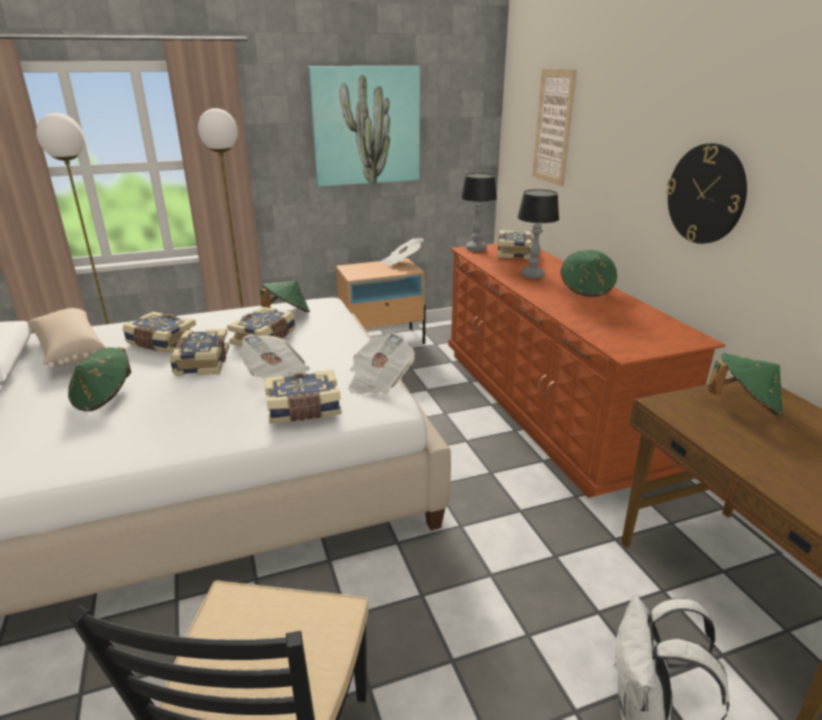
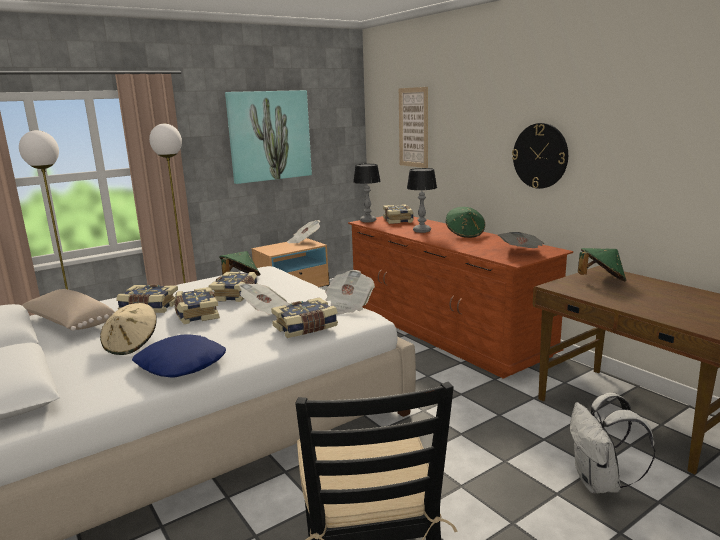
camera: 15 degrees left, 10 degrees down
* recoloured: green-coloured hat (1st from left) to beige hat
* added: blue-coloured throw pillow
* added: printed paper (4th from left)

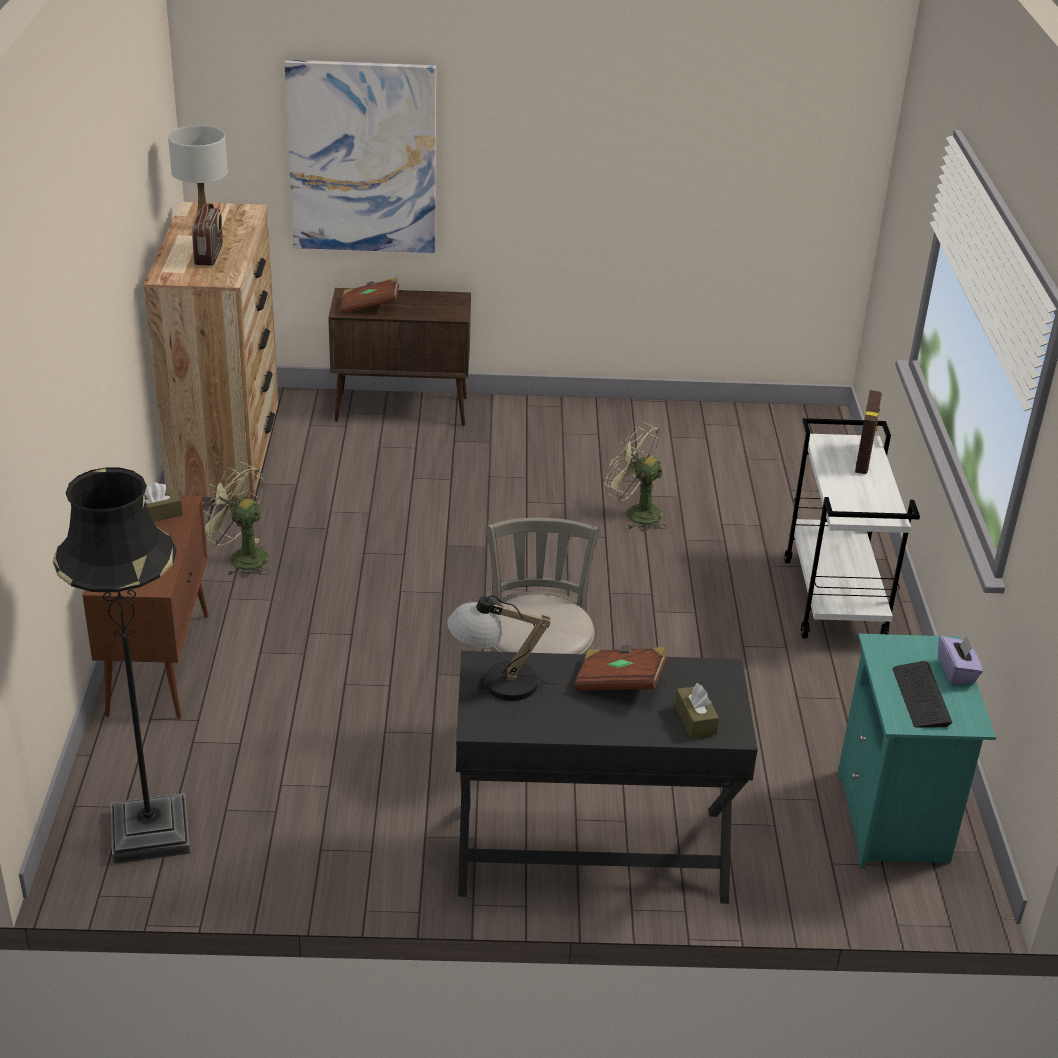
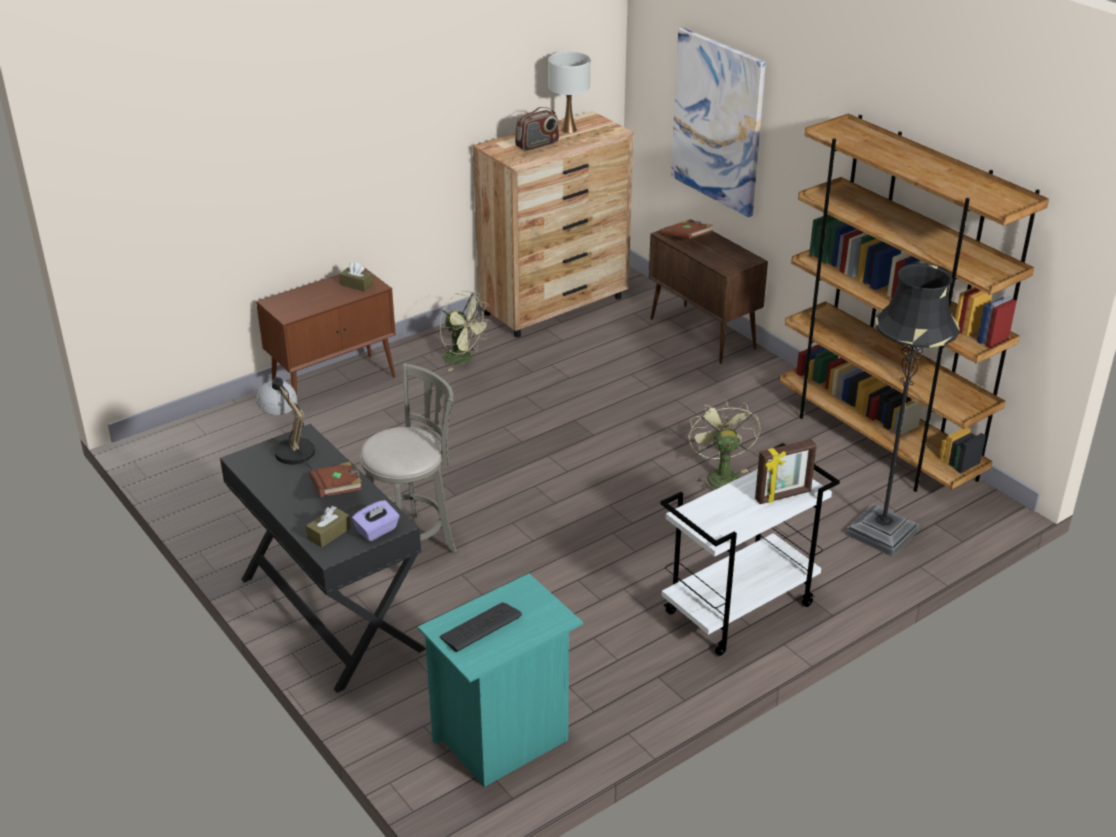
camera: 55 degrees right, 0 degrees up
* moved: purplish box of tissues
* turned: green-coloured cooling fan (1st from left) 135 degrees clockwise
* added: brownish bookcase
* moved: black floor lamp

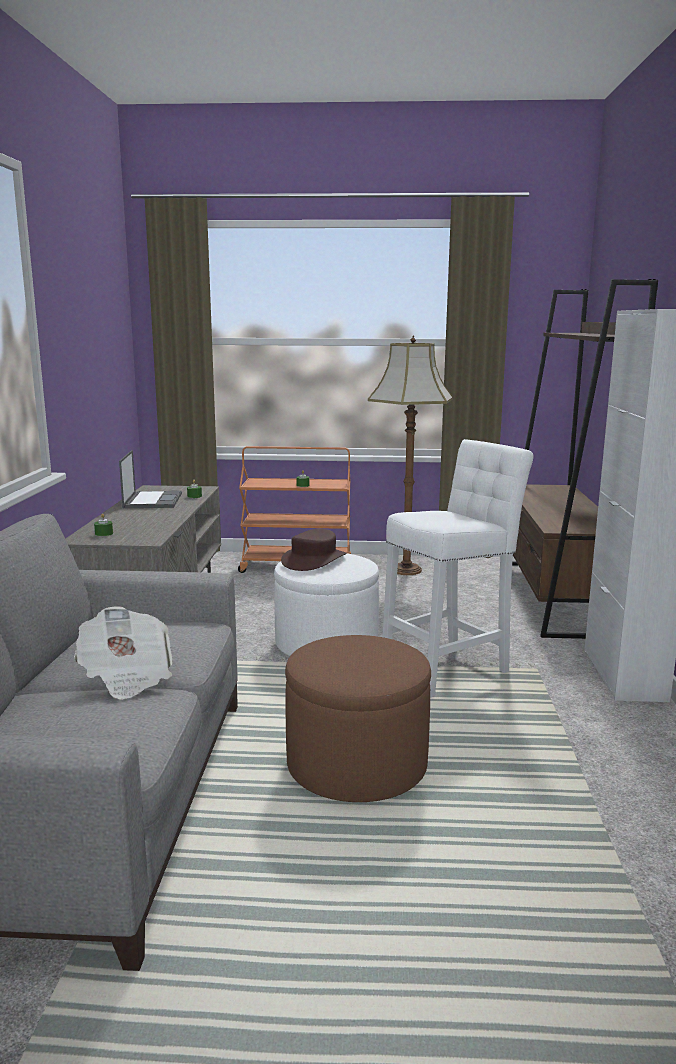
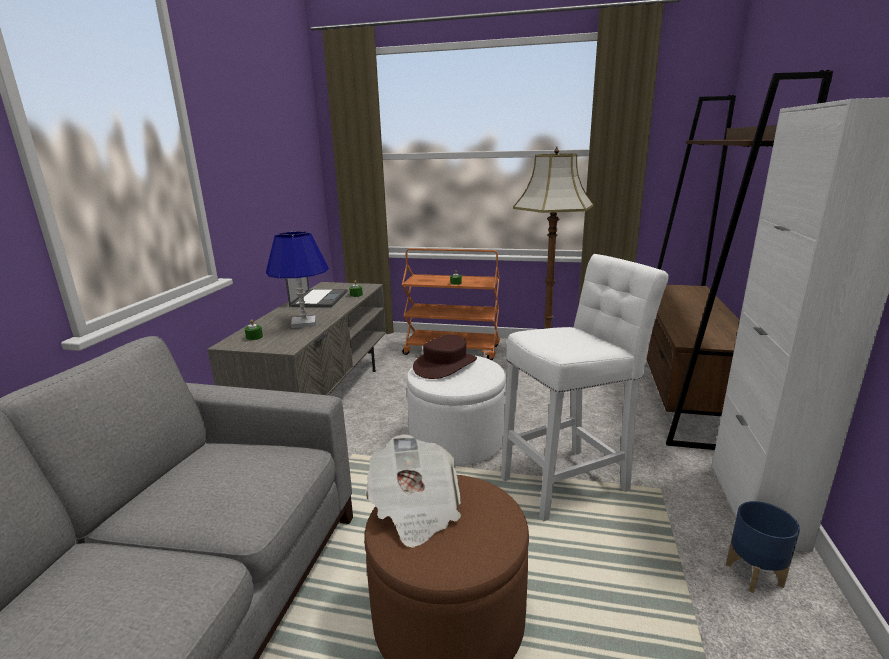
camera: 10 degrees right, 5 degrees up
* added: blue-coloured table lamp
* moved: printed paper
* added: blue-coloured plant pot

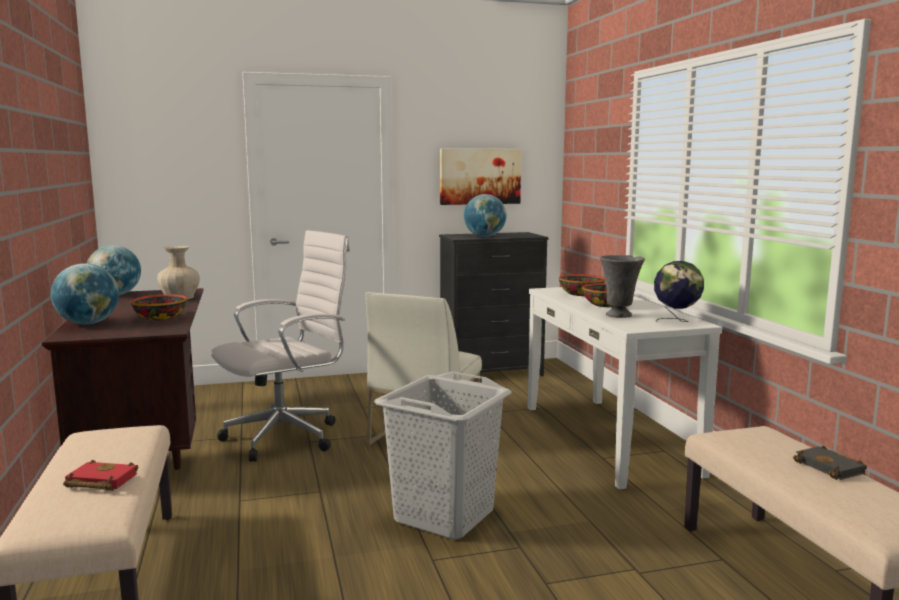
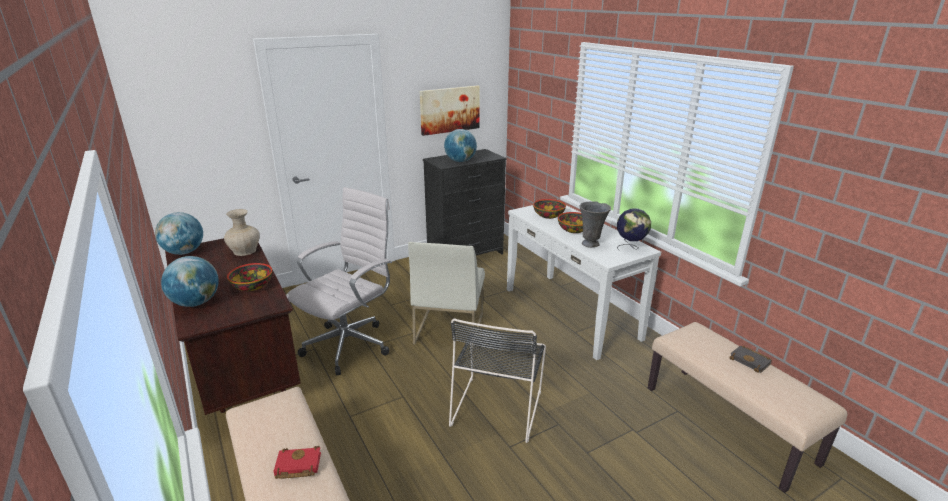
camera: 15 degrees left, 15 degrees up
* replaced: greyish laundry basket to black upright chair

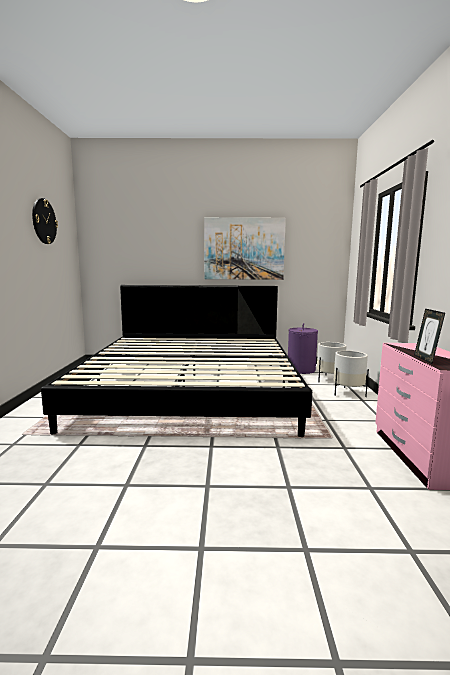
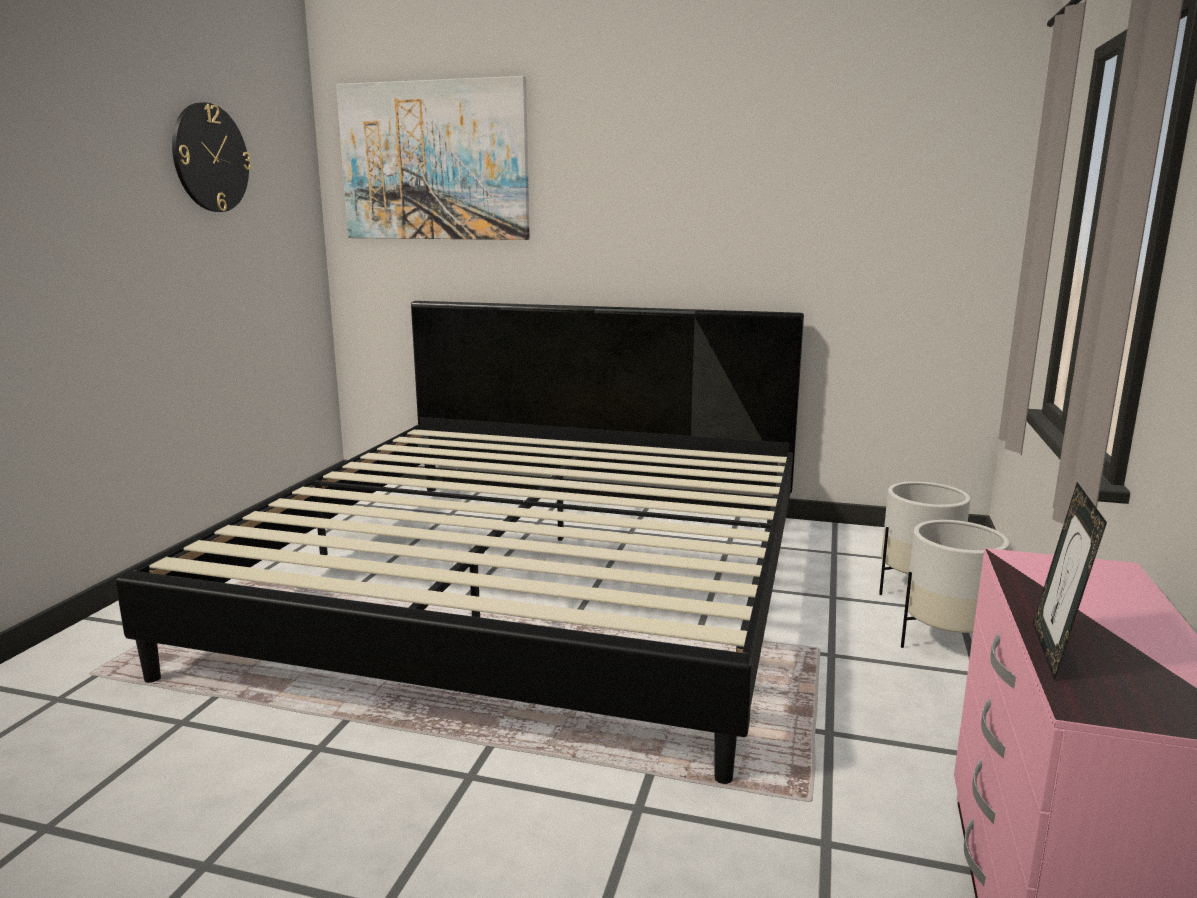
camera: 15 degrees right, 5 degrees up
* moved: wall picture
* removed: purplish laundry basket

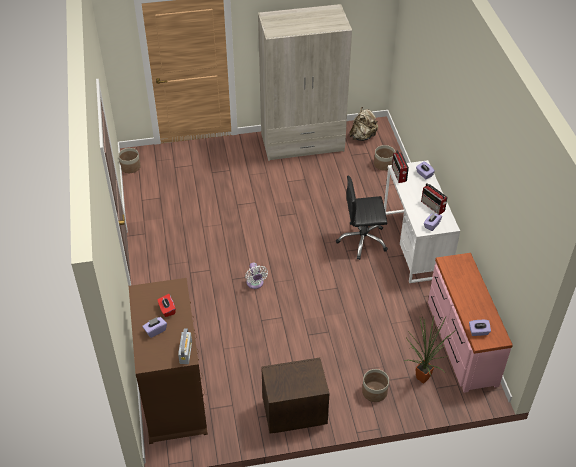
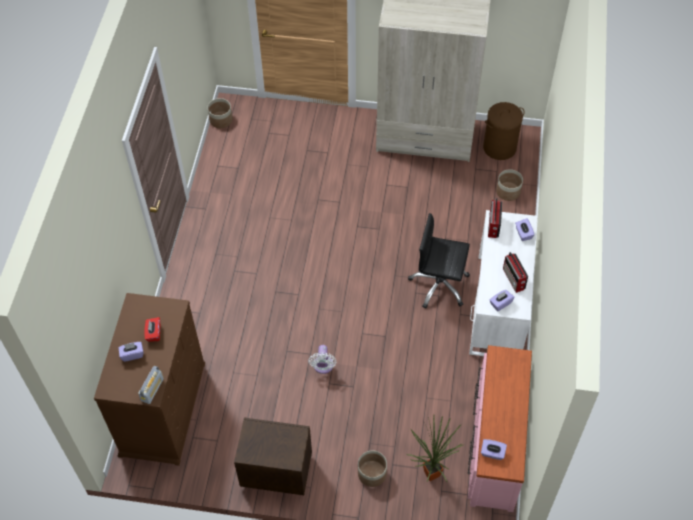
camera: 20 degrees right, 10 degrees up
* moved: white-coloured cooling fan
* replaced: beige rucksack to brownish laundry basket

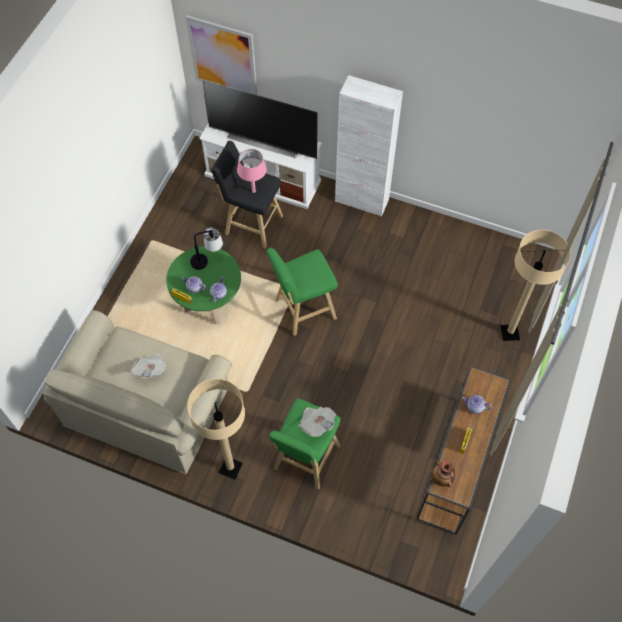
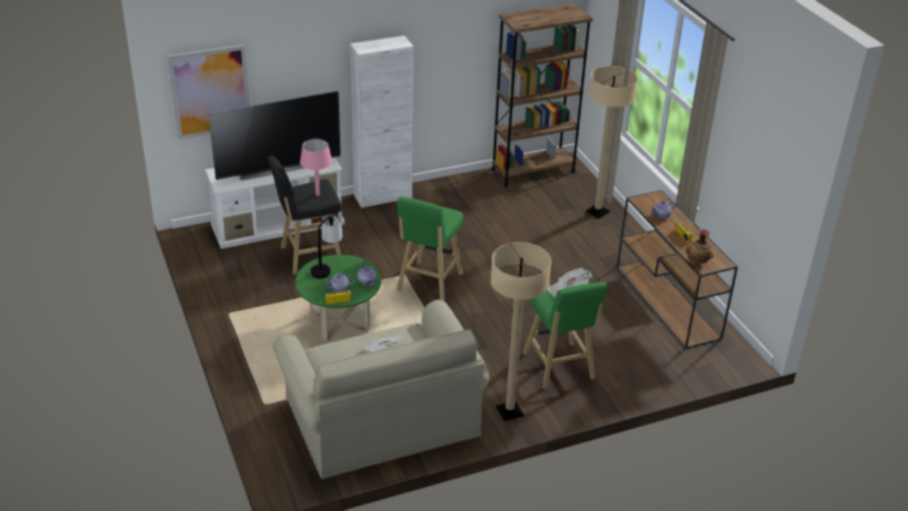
camera: 45 degrees left, 25 degrees down
* added: brownish bookcase

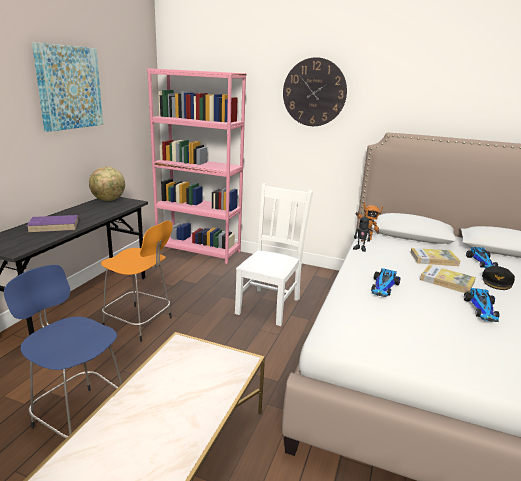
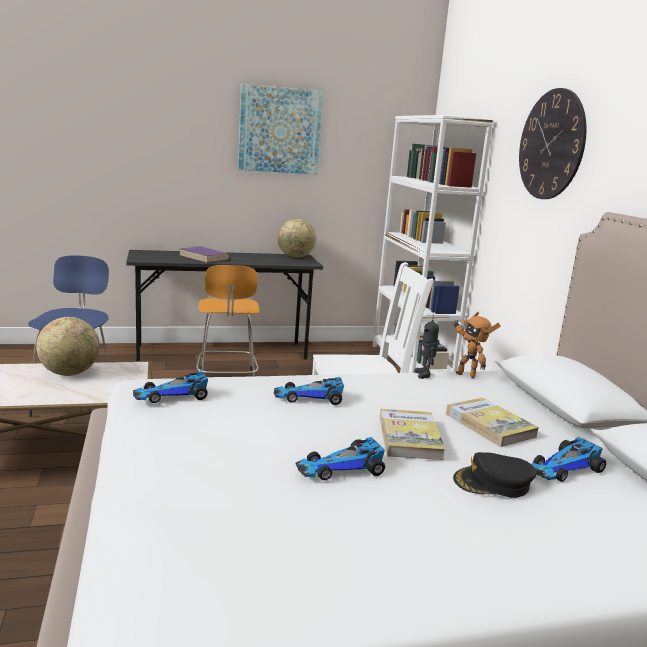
camera: 55 degrees right, 5 degrees down
* added: globe (1st from left)
* added: model car (1st from left)
* recoloured: pink bookcase to white-coloured bookcase

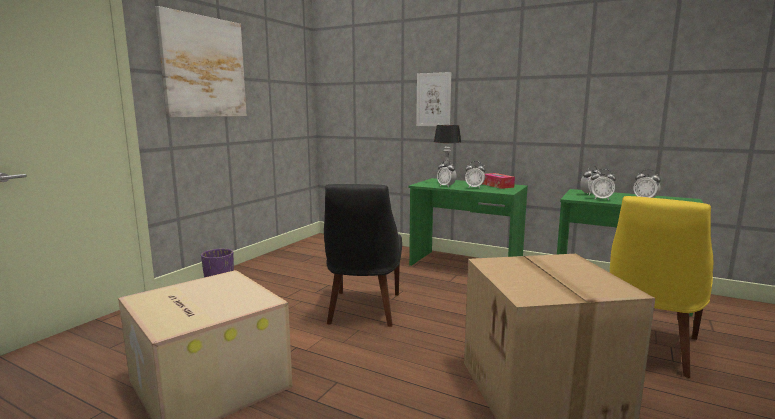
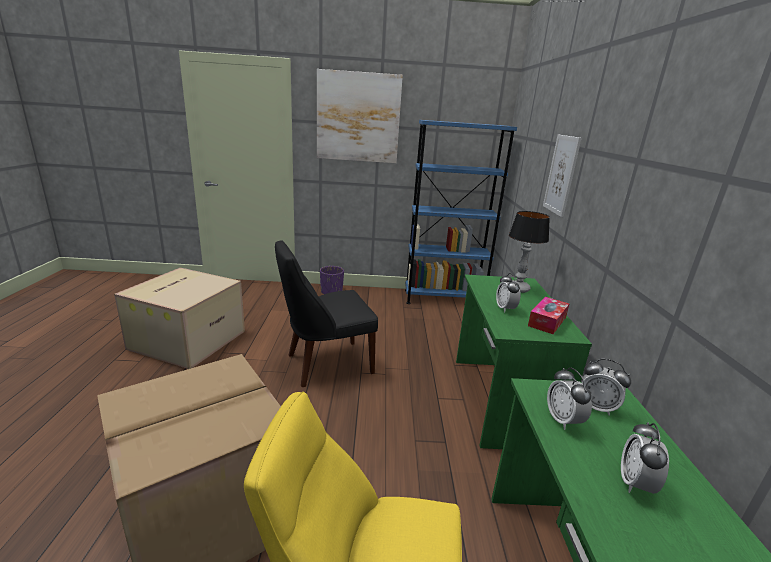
camera: 60 degrees right, 10 degrees up
* added: blue-coloured bookcase
* removed: bedside clock (1st from left)

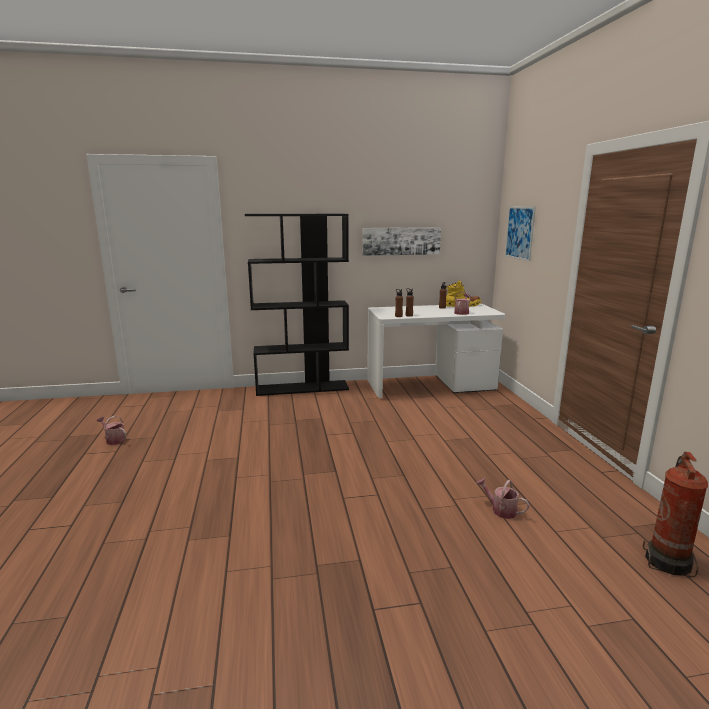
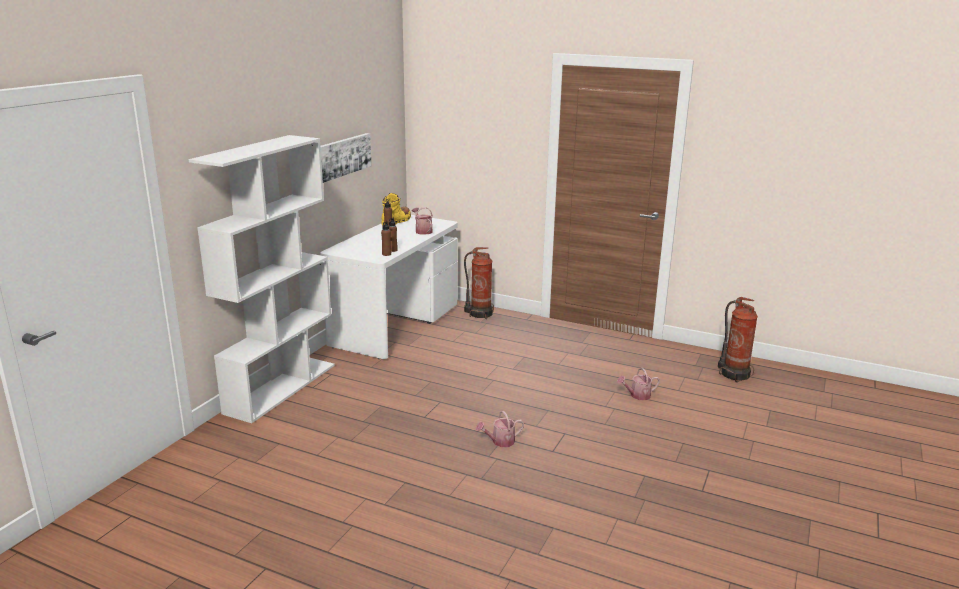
camera: 55 degrees left, 5 degrees up
* recoloured: black bookcase to white-coloured bookcase
* added: extinguisher (1st from left)
* moved: watering pot (1st from left in the first image) to watering pot (2nd from left)
* removed: wall picture (2nd from left)

